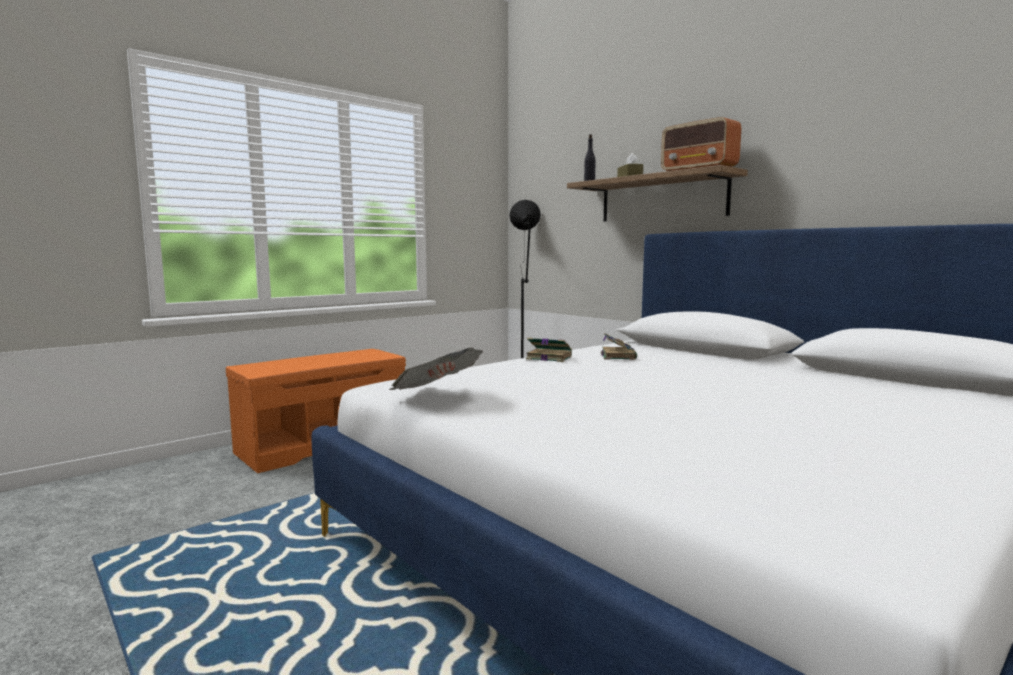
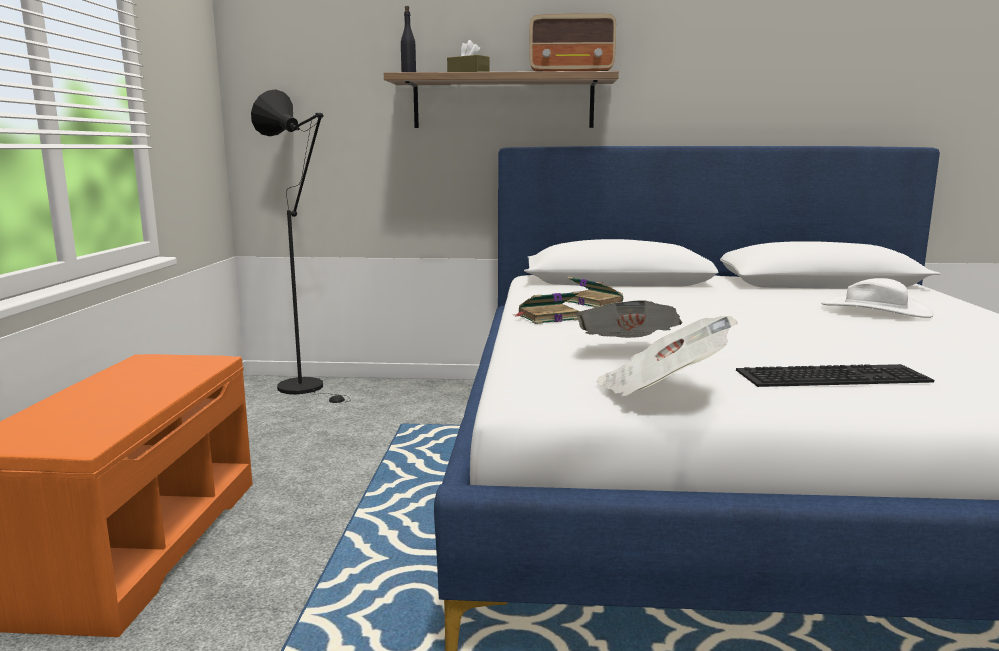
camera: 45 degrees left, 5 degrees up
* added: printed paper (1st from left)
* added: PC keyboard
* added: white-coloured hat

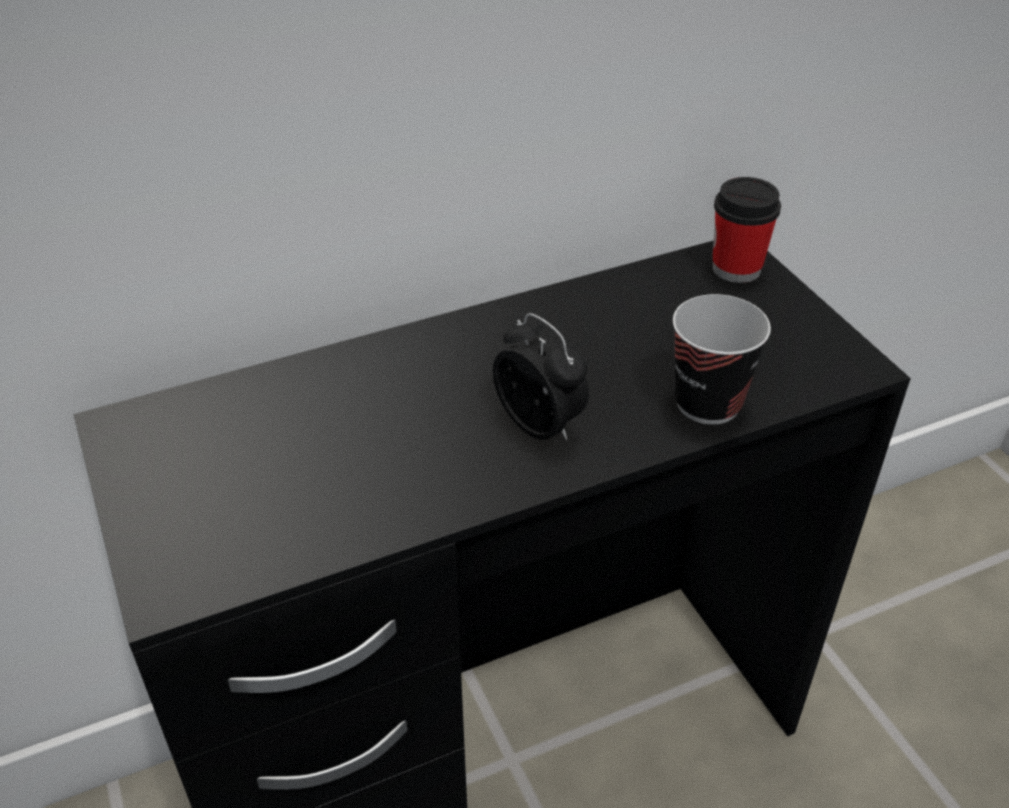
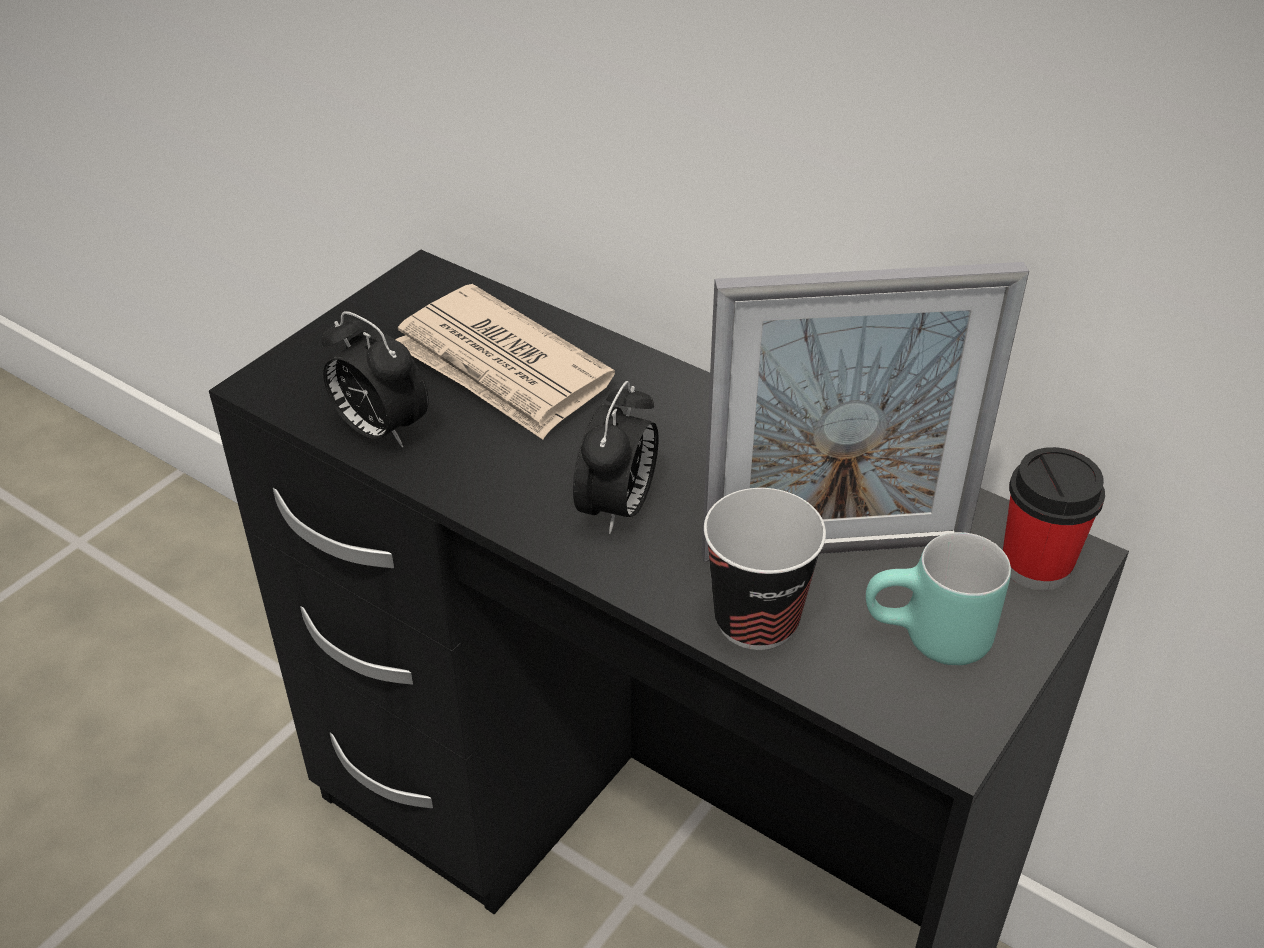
camera: 60 degrees right, 0 degrees up
* added: bedside clock (1st from left)
* added: printed paper
* added: picture frame
* added: turquoise-coloured tea mug

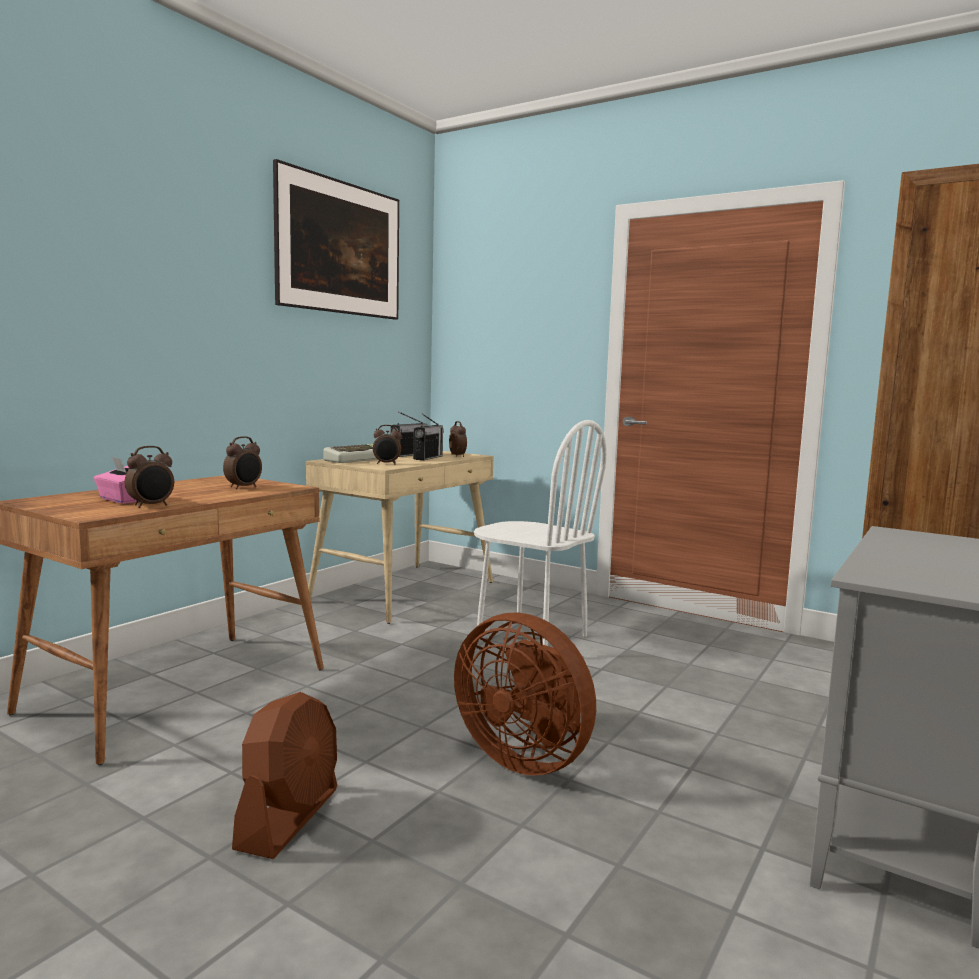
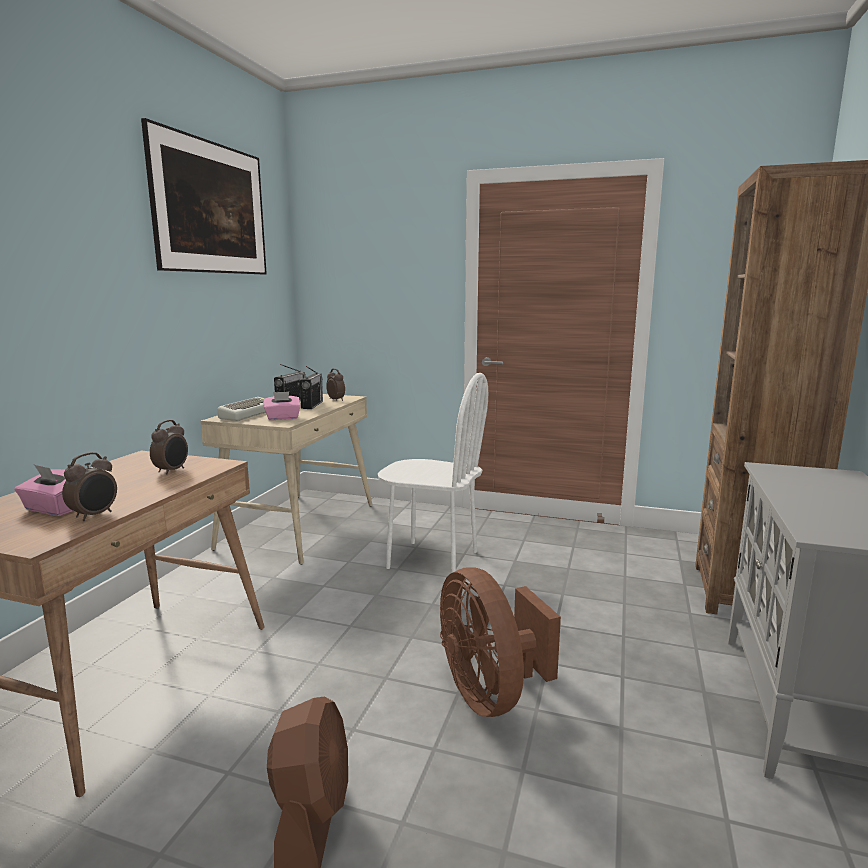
camera: 15 degrees left, 5 degrees up
* replaced: bedside clock (3rd from left) to pink box of tissues (2nd from left)
* turned: brownish cooling fan (2nd from left) 45 degrees clockwise

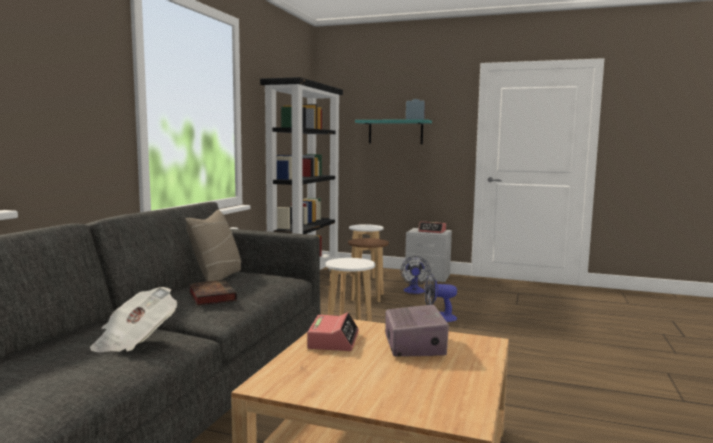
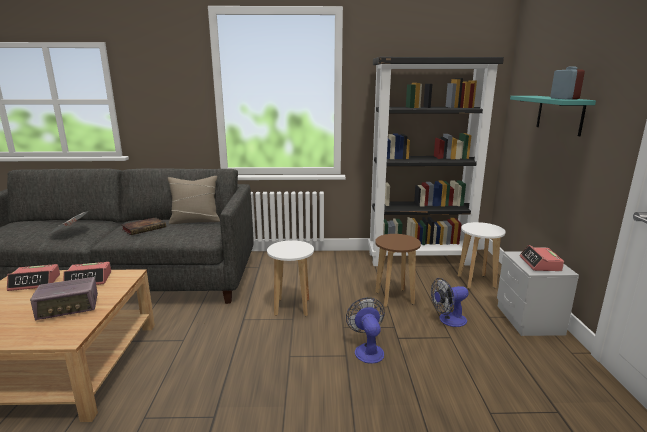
camera: 70 degrees right, 10 degrees up
* added: bedside clock (1st from left)

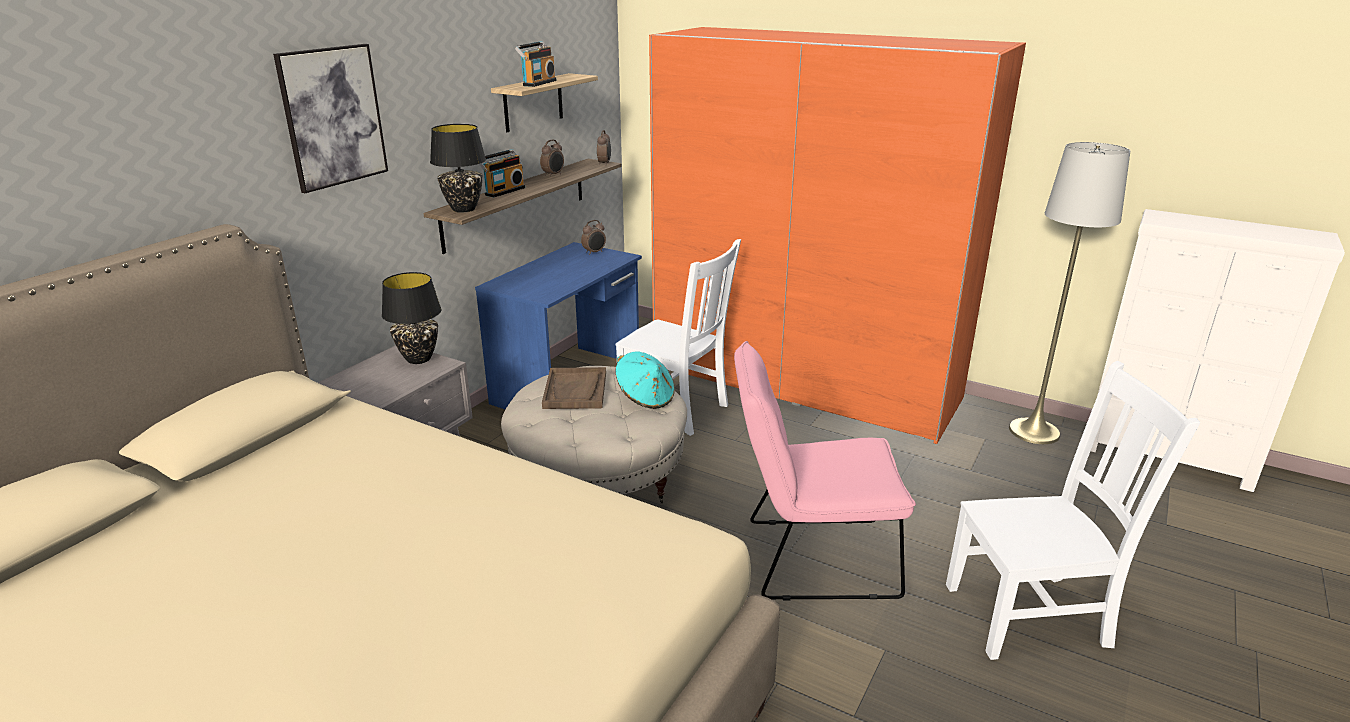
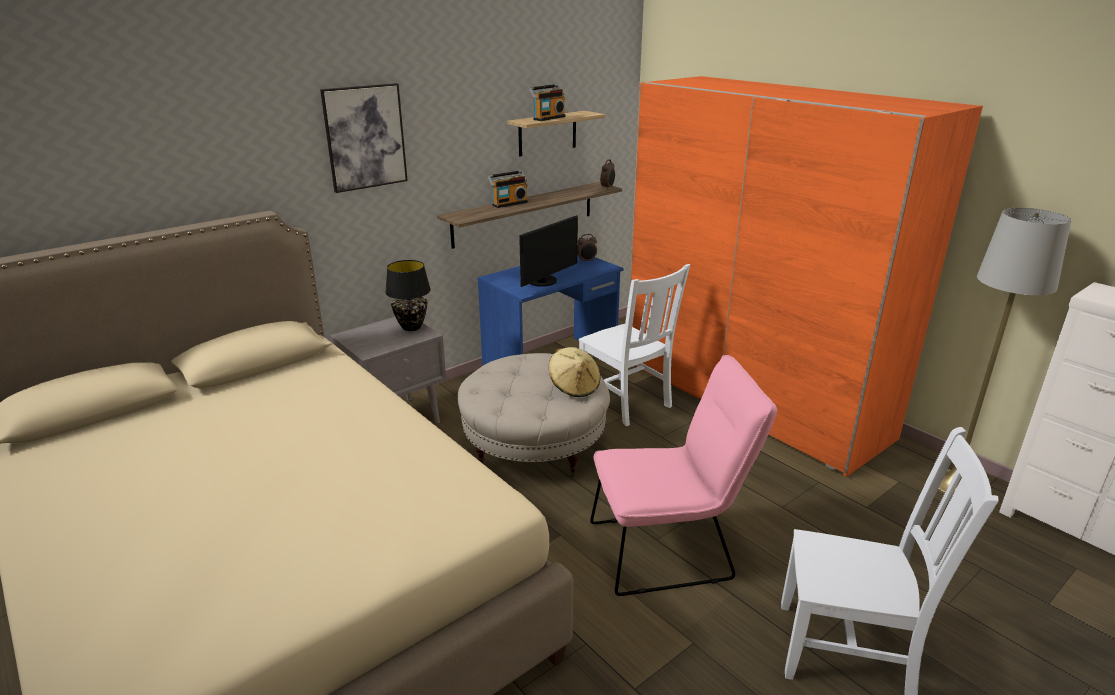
camera: 20 degrees right, 0 degrees up
* added: computer display
* recoloured: turquoise-coloured hat to beige hat
* turned: pink upright chair 150 degrees clockwise
* removed: black table lamp (2nd from left)
* removed: bedside clock (1st from left)
* removed: brownish tray

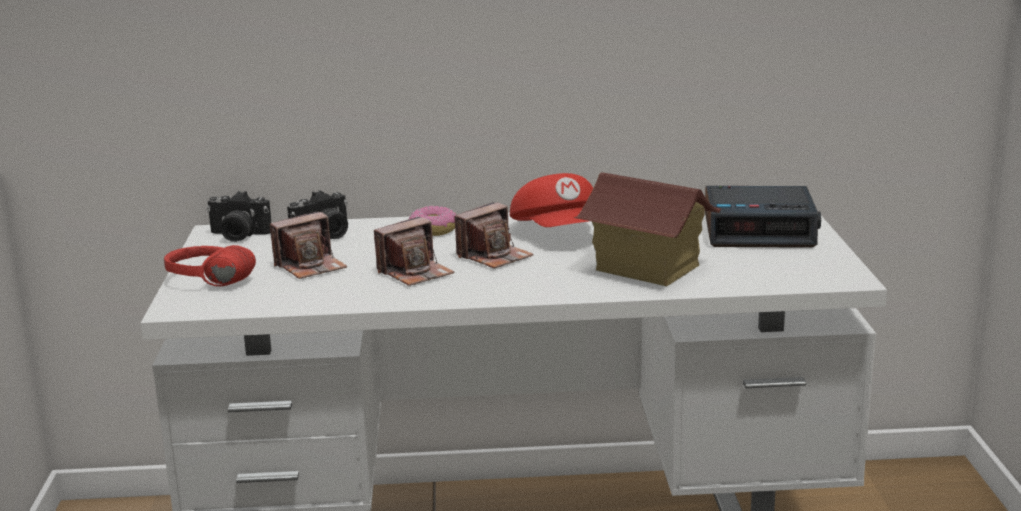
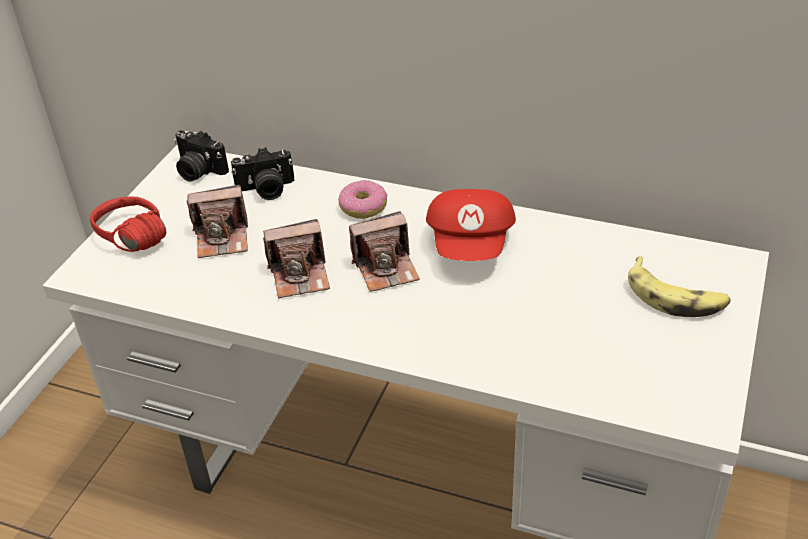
camera: 25 degrees right, 20 degrees up
* replaced: bedside clock to banana
* removed: miniature house

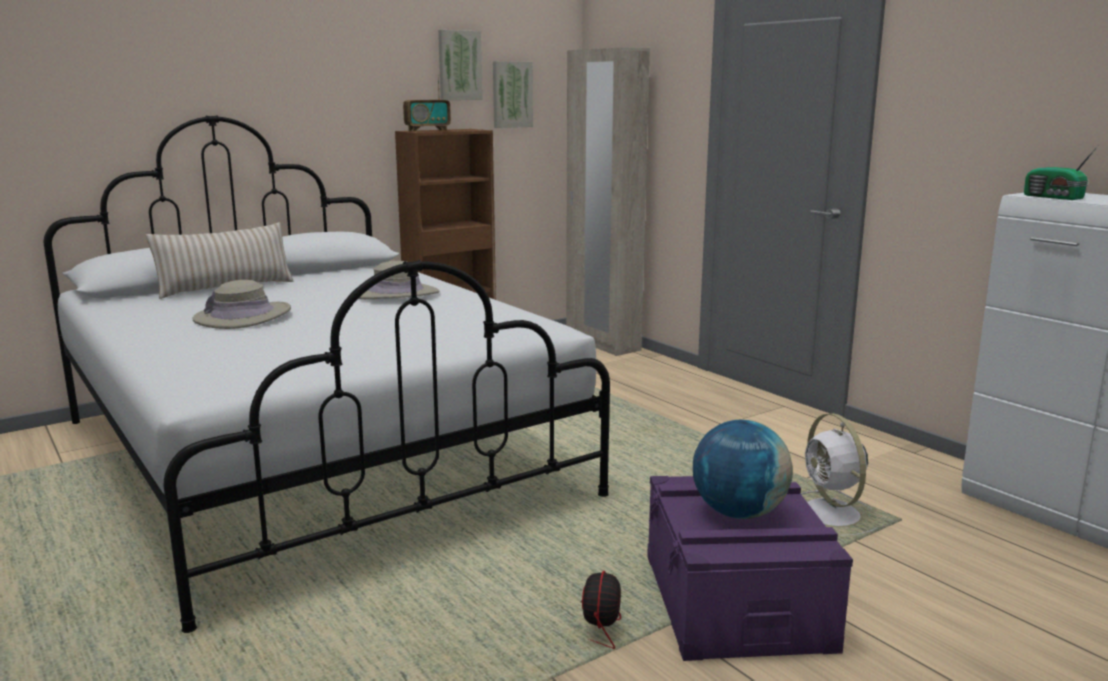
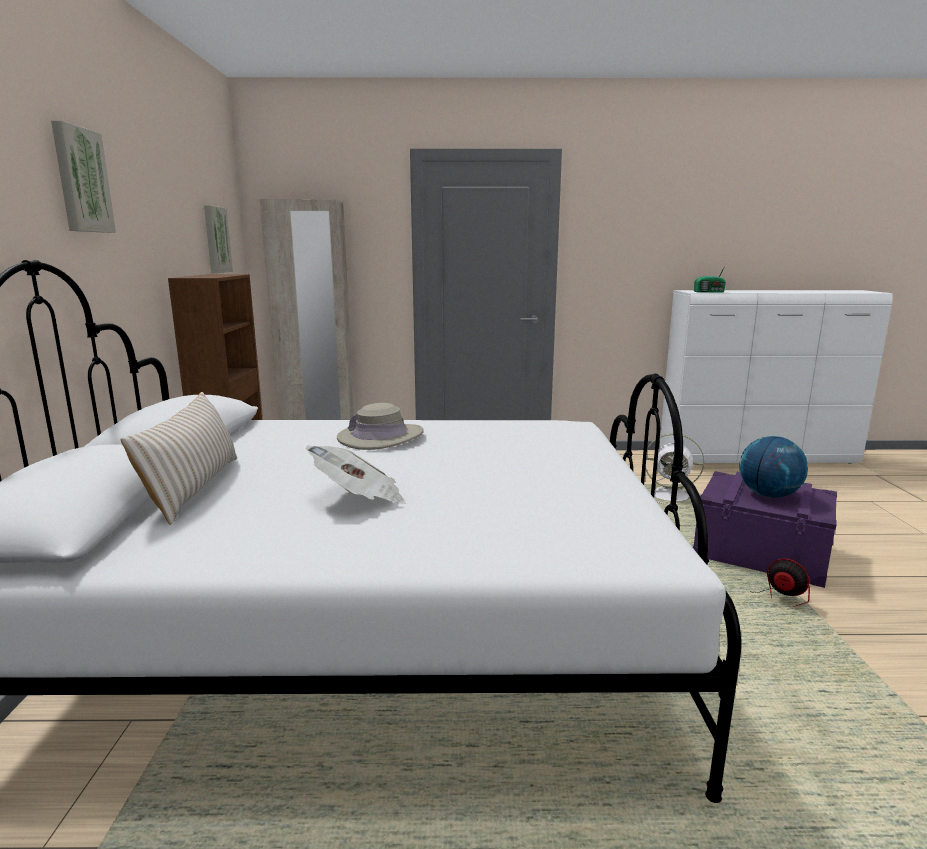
camera: 55 degrees left, 0 degrees up
* moved: wall picture (1st from left)
* replaced: beige hat (1st from left) to printed paper
* removed: radio receiver (1st from left)

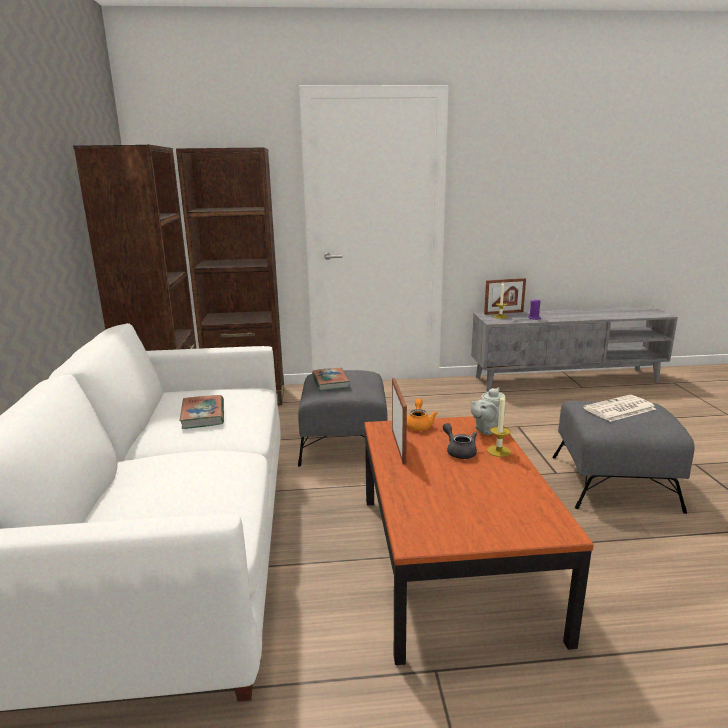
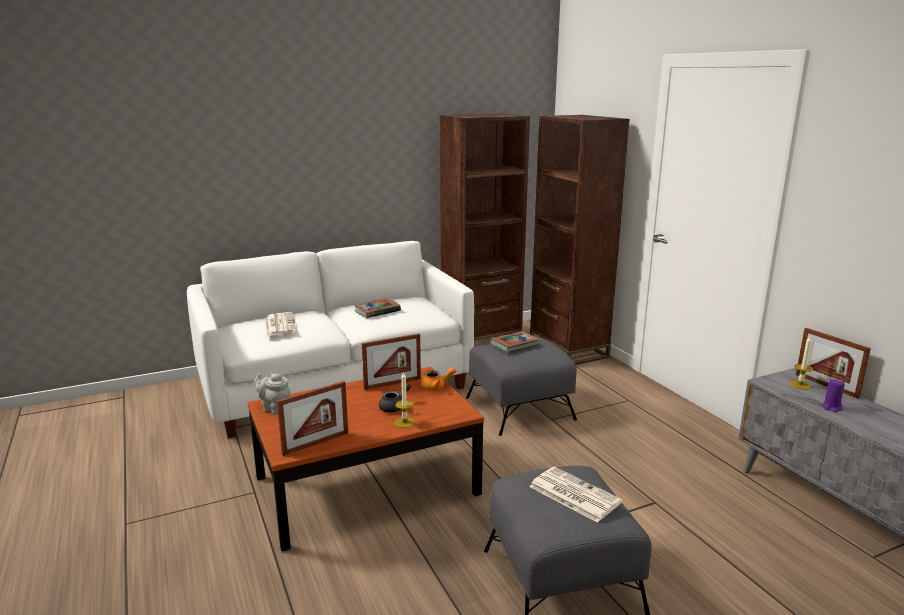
camera: 70 degrees right, 0 degrees up
* moved: greyish tea pot (2nd from left in the first image) to greyish tea pot (1st from left)
* added: printed paper (1st from left)
* added: picture frame (1st from left)

